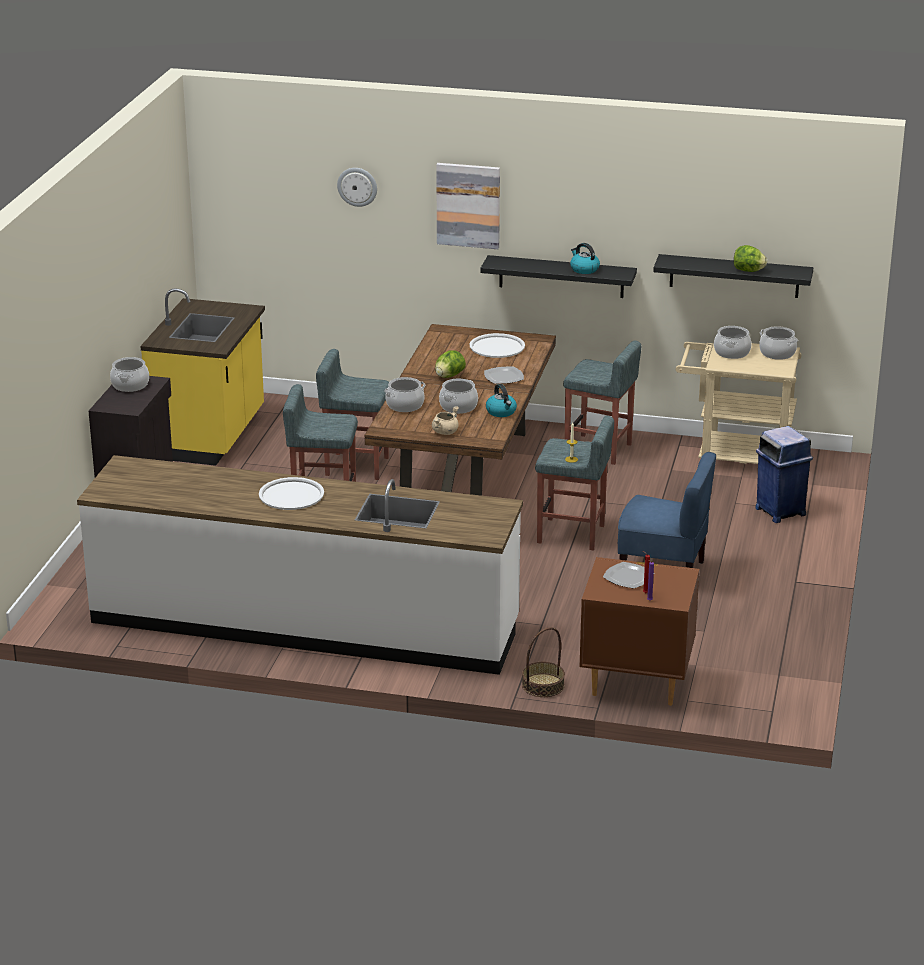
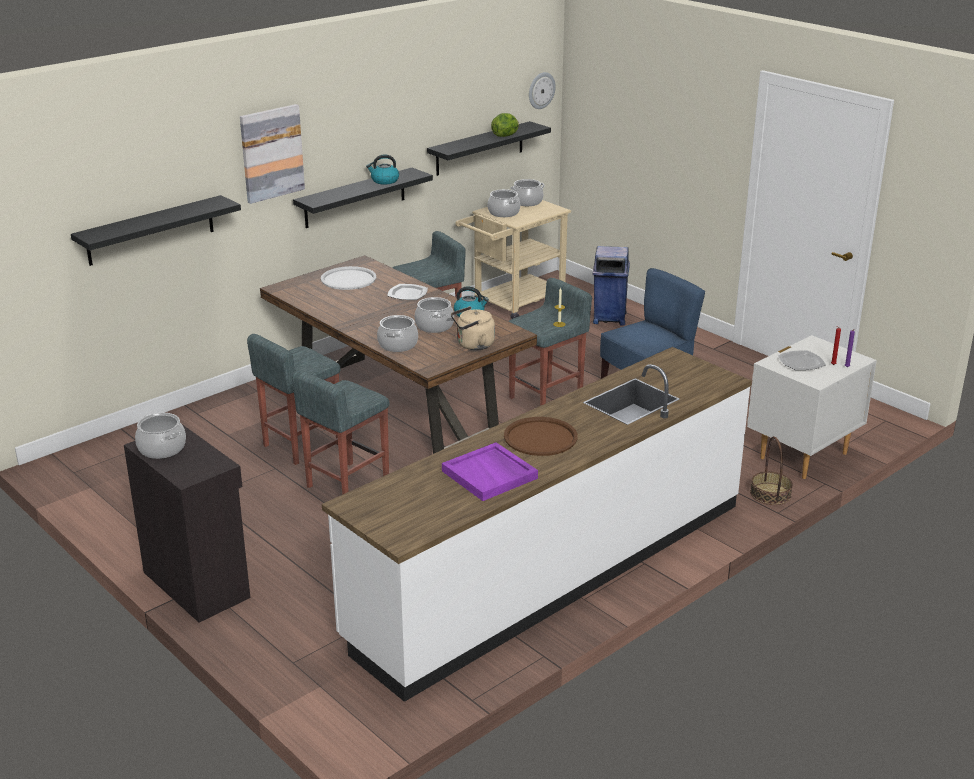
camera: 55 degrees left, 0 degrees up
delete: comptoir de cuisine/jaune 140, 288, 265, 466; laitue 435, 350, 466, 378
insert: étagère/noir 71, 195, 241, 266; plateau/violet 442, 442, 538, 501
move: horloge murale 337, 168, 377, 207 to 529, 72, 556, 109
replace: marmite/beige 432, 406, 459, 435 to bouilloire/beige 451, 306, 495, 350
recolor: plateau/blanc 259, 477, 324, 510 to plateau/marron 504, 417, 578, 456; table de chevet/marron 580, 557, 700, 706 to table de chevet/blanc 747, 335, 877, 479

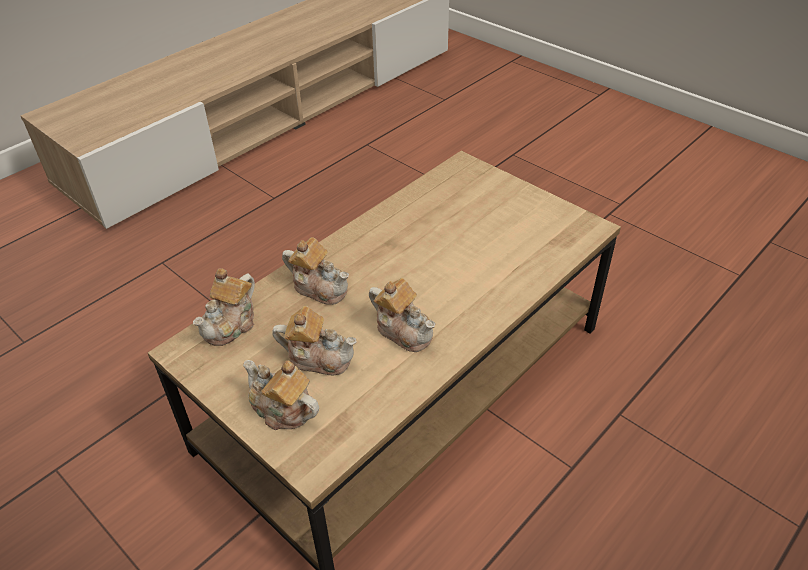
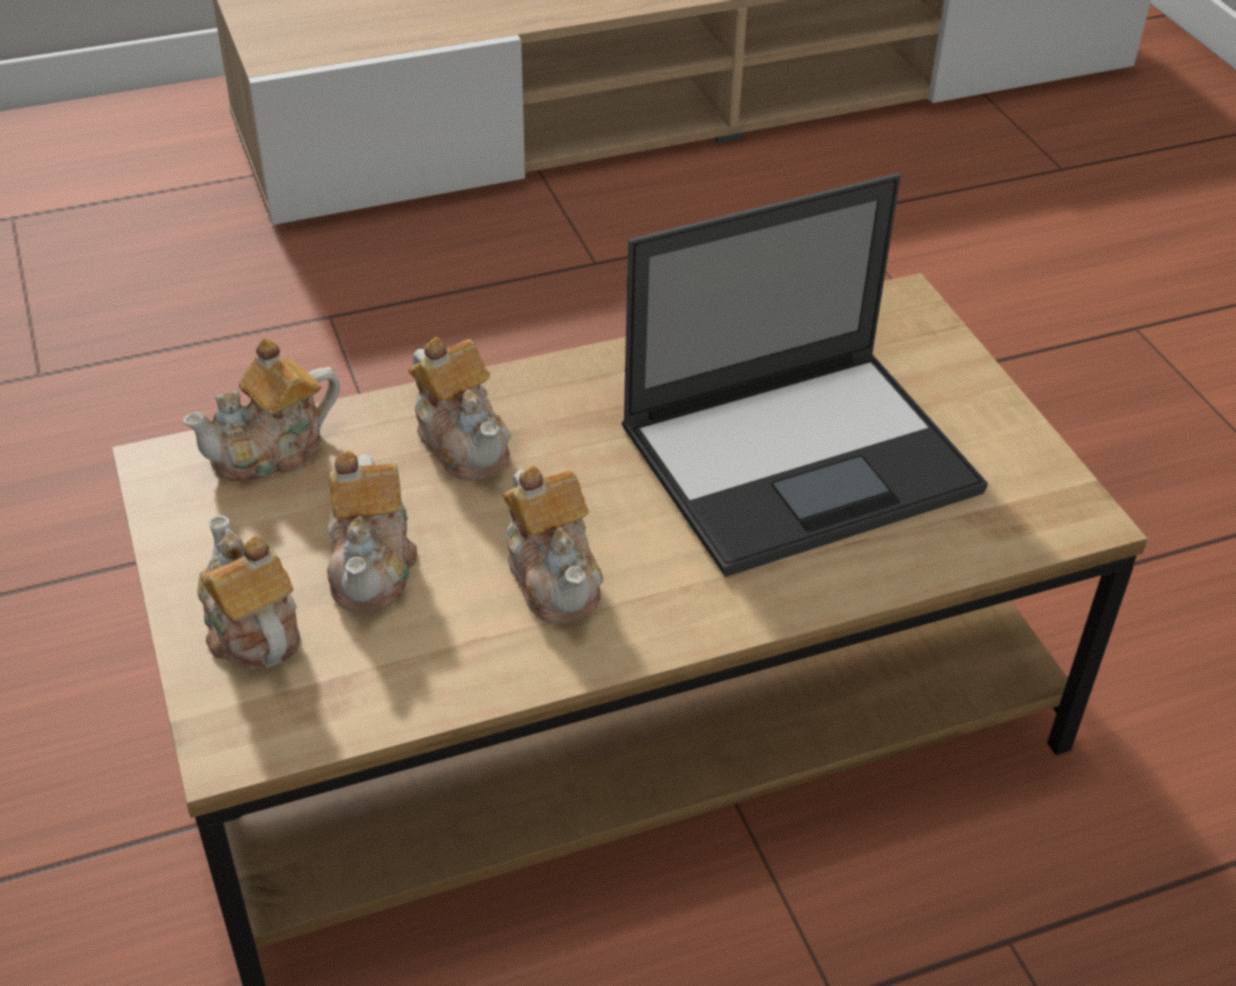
camera: 25 degrees right, 0 degrees up
insert: ordinateur portable 622, 173, 988, 577
rotate: théière 272, 306, 357, 375 = 327, 451, 417, 612 45 degrees clockwise

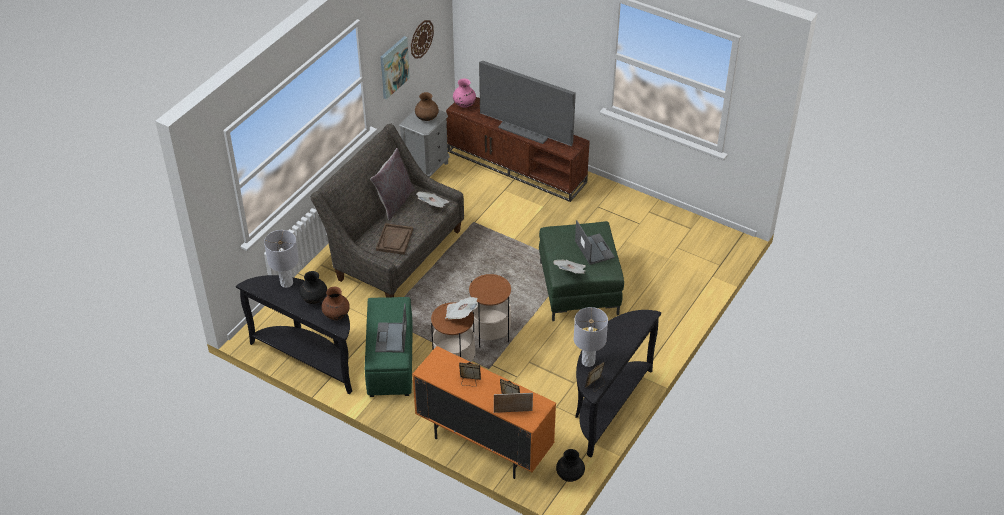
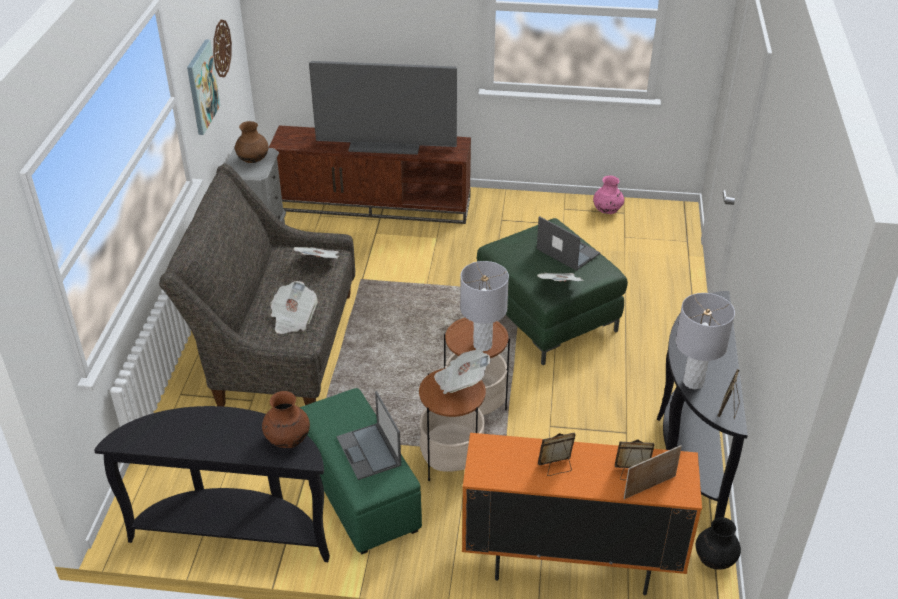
camera: 25 degrees left, 5 degrees down
delete: vase/noir 300, 271, 327, 304; coussin/gris 370, 148, 415, 220
move: lampe de table/gris 264, 230, 299, 288 to 460, 261, 509, 351; vase/rose 453, 78, 476, 108 to 593, 176, 624, 214
replace: plateau/marron 376, 223, 413, 255 to journal 270, 281, 318, 334

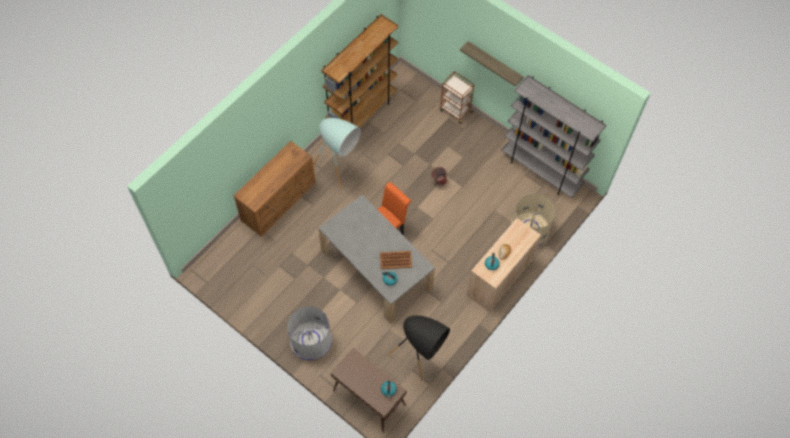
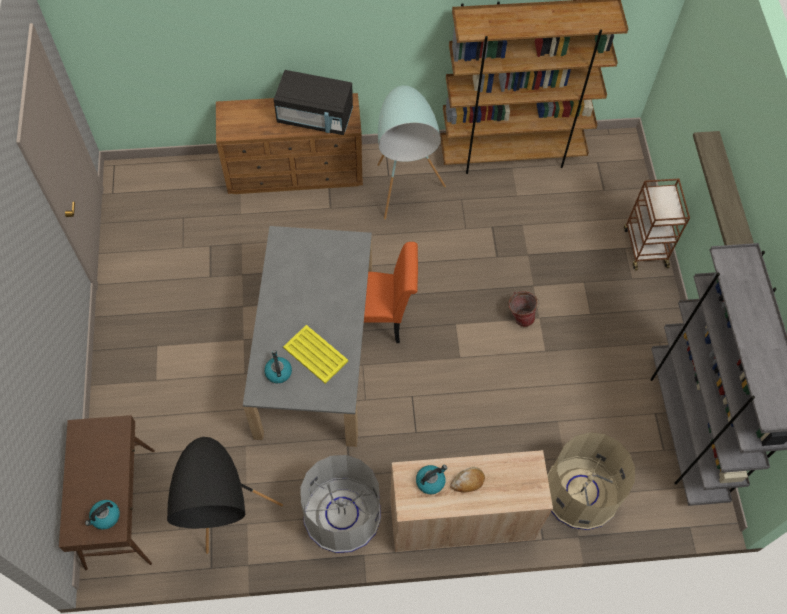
camera: 45 degrees right, 0 degrees up
insert: micro-ondes/noir 274, 70, 353, 135
move: poubelle/gris 288, 306, 332, 360 to 300, 455, 381, 553
recolor: plateau/marron 380, 251, 412, 269 to plateau/jaune 283, 325, 348, 384

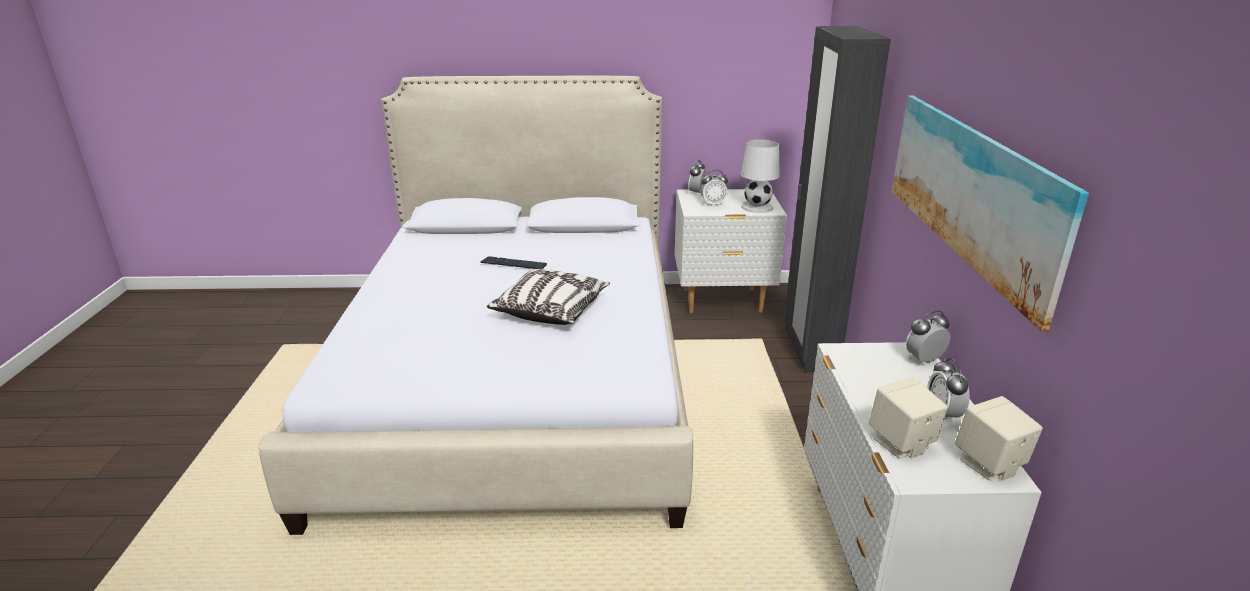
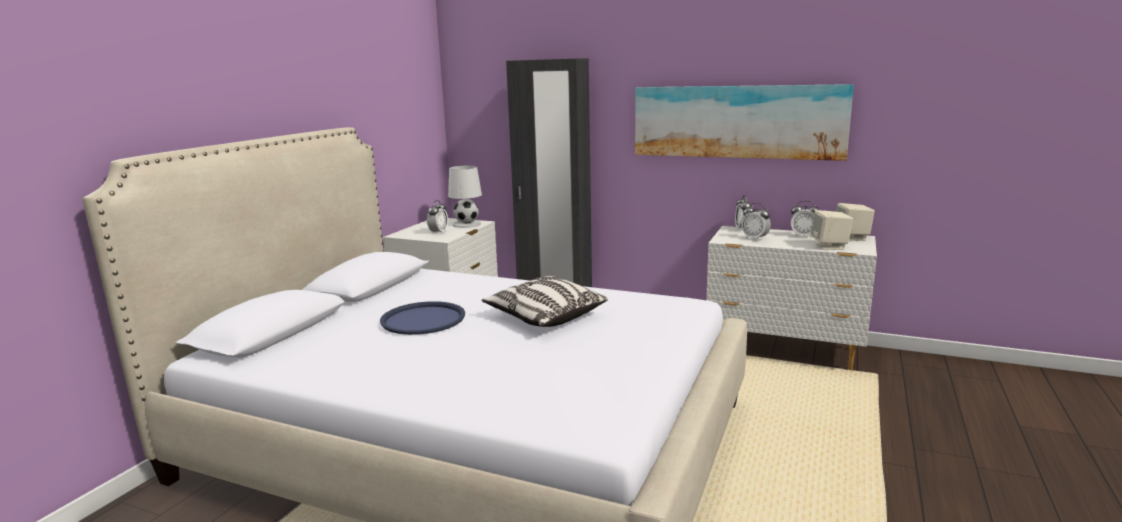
camera: 65 degrees left, 10 degrees down
move: réveil 688, 160, 706, 194 to 741, 203, 771, 241
replace: clavier 481, 256, 547, 269 to plateau/bleu 380, 301, 465, 335

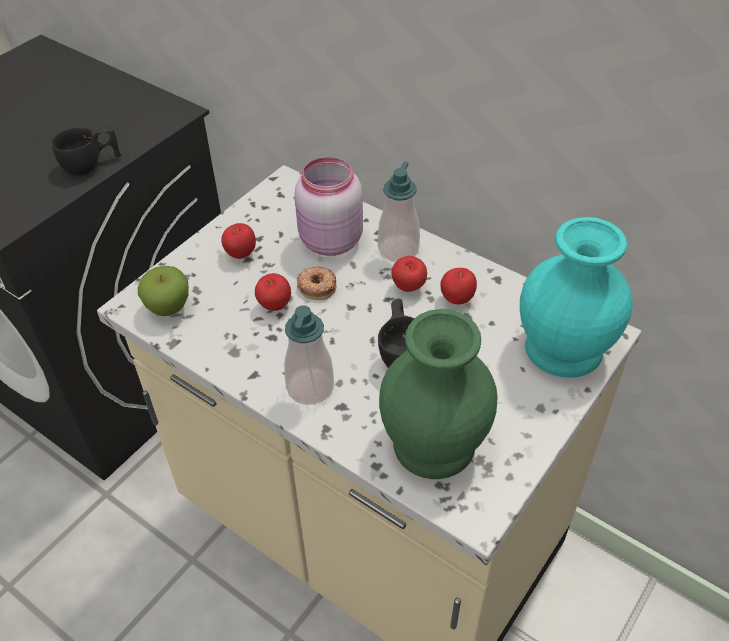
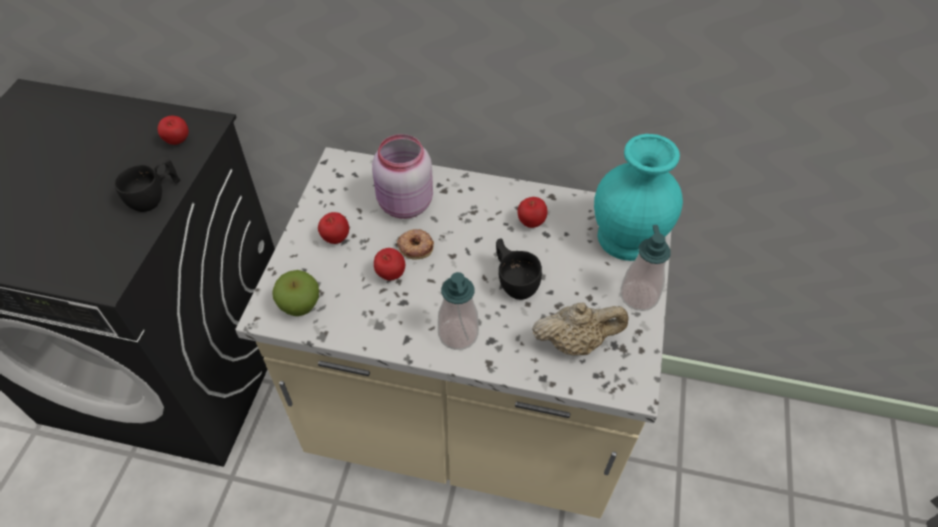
camera: 25 degrees left, 5 degrees up
move: distributeur de savon 378, 162, 420, 262 to 620, 225, 671, 311; pomme 391, 256, 427, 292 to 157, 116, 189, 145
replace: vase/vert 379, 309, 498, 479 to théière/beige 532, 302, 629, 356

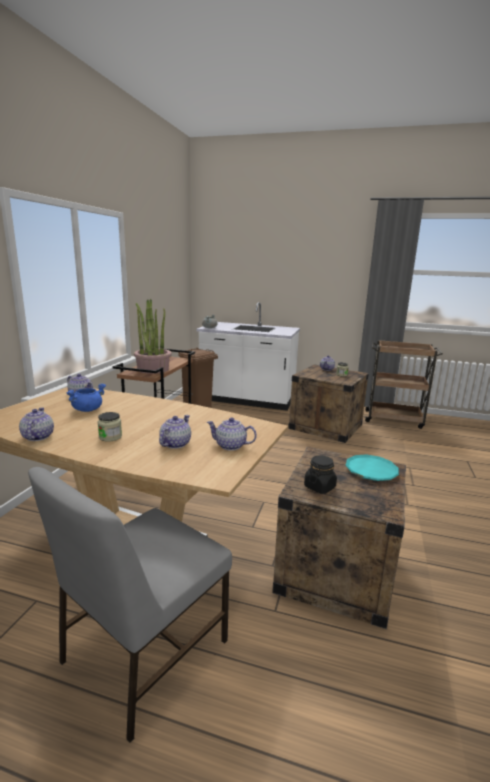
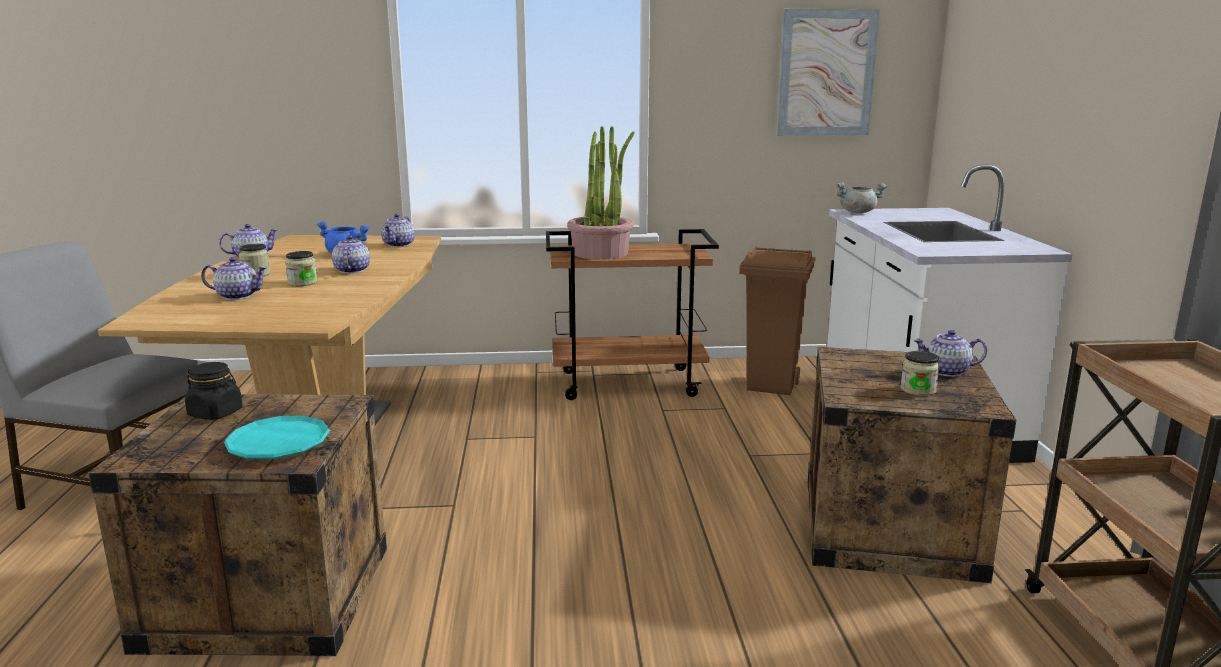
camera: 70 degrees right, 0 degrees up
insert: bocal 285, 251, 317, 286; tableau 776, 9, 880, 136
move: théière 207, 417, 257, 451 to 332, 235, 370, 273

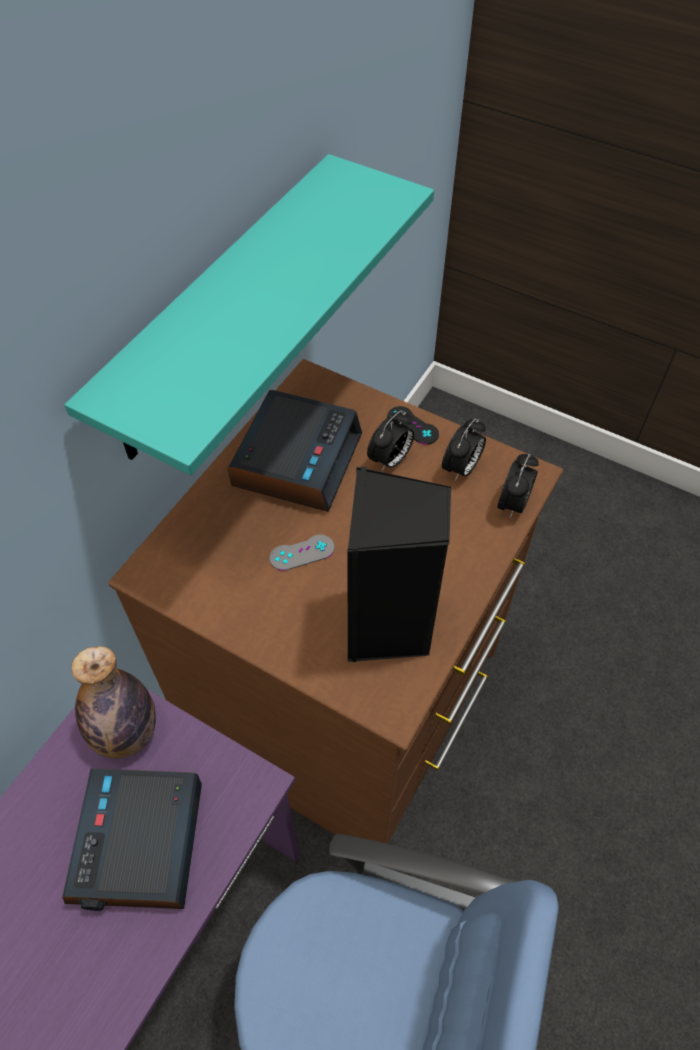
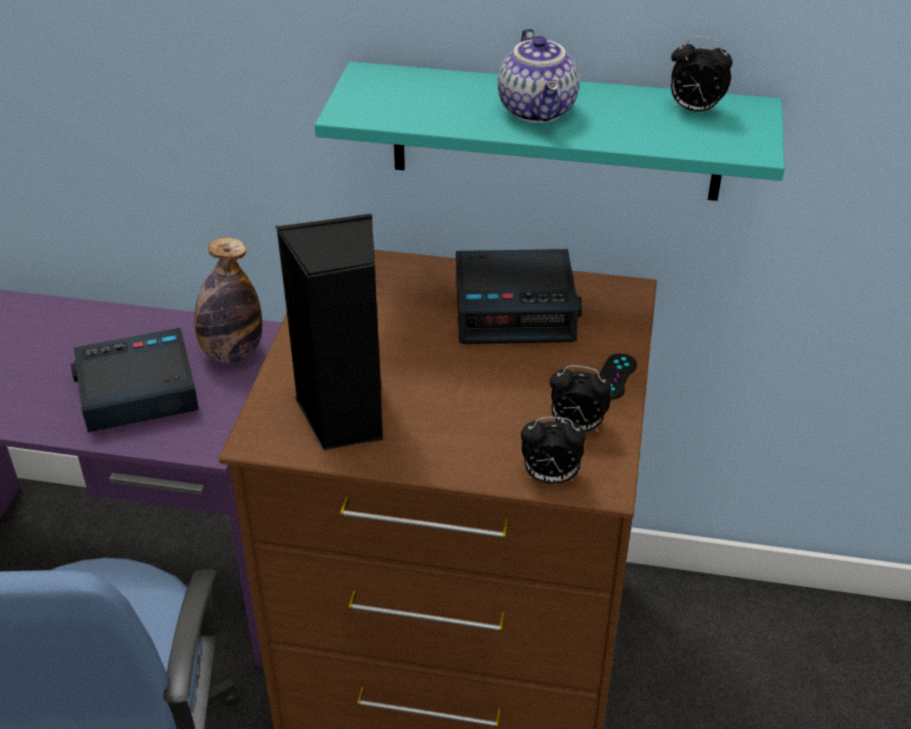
camera: 70 degrees right, 15 degrees down
delete: manette/gris 269, 535, 334, 571
insert: théière 498, 28, 579, 123
move: réveil 367, 411, 414, 471 to 671, 36, 733, 115

